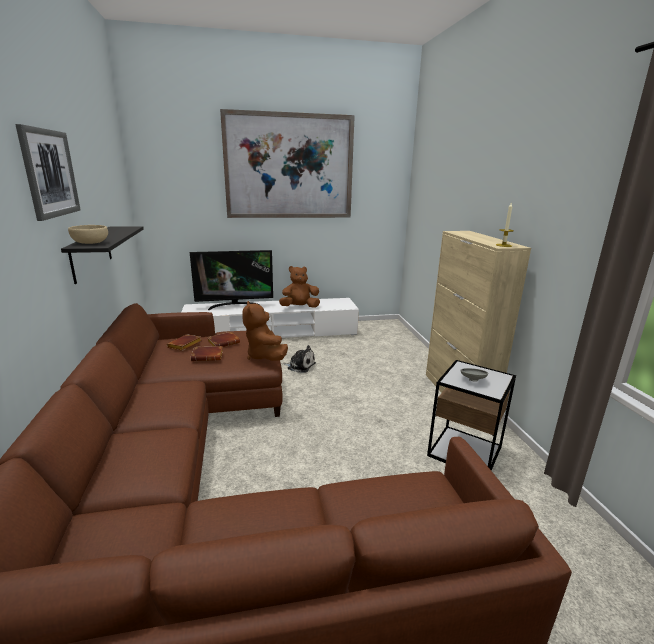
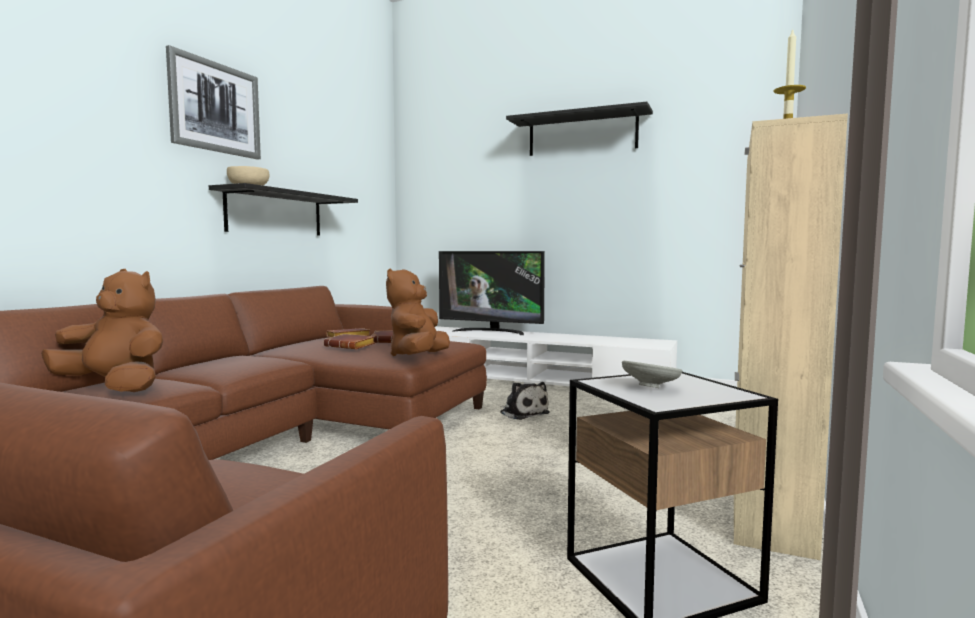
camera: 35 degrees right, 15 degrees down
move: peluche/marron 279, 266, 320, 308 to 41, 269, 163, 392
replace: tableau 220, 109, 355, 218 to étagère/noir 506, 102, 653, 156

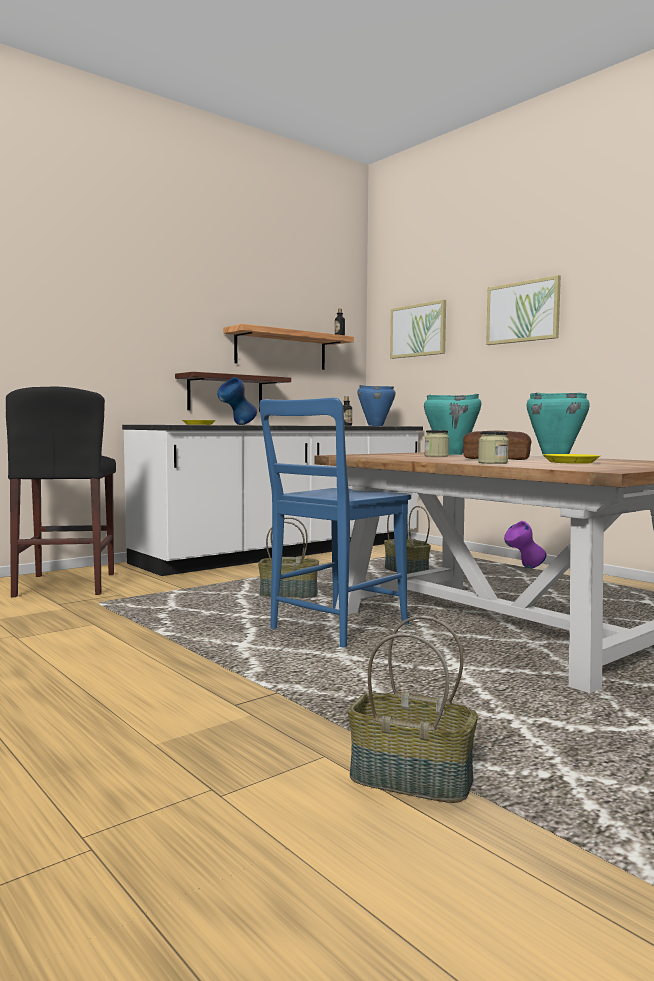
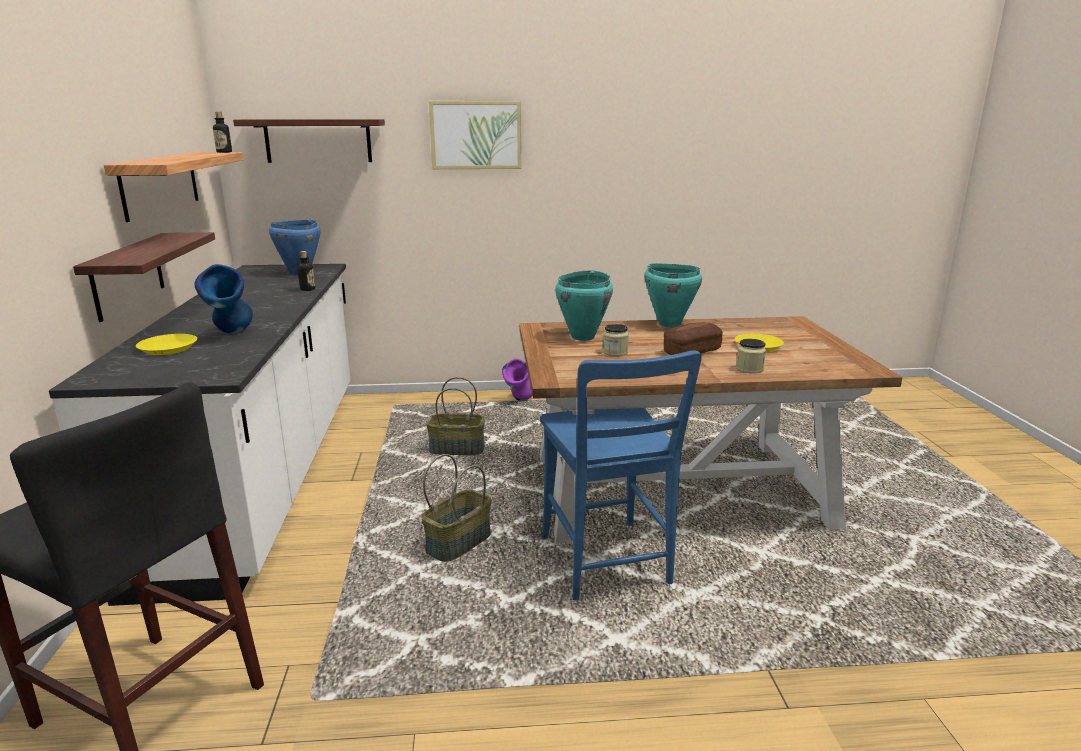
camera: 55 degrees left, 15 degrees up
delete: panier 348, 616, 478, 803
replace: tableau 390, 300, 446, 359 to étagère 233, 119, 385, 163

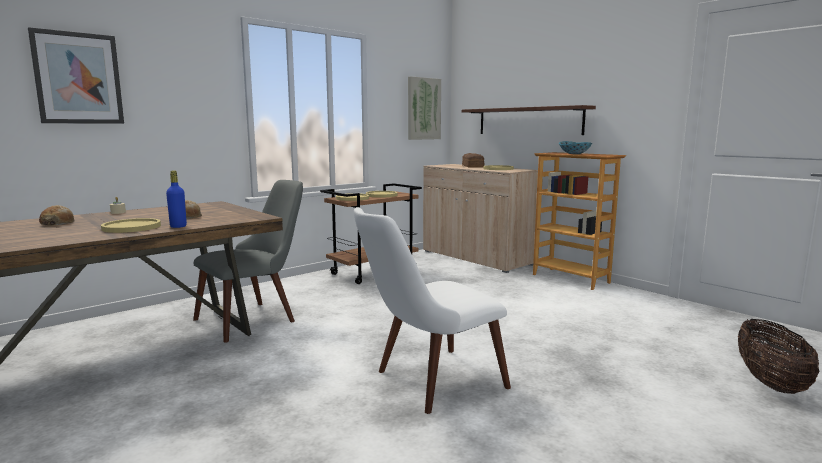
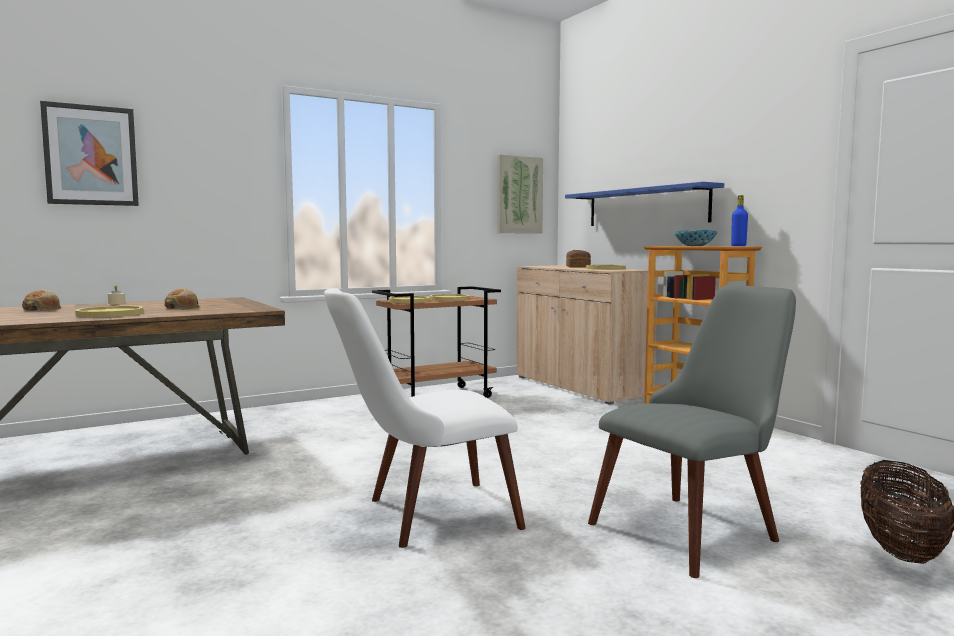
camera: 10 degrees right, 5 degrees down
move: bouteille/bleu 166, 171, 187, 228 to 731, 195, 748, 246; chaise/gris 193, 180, 303, 343 to 588, 285, 796, 578
recolor: étagère/marron 462, 105, 596, 135 to étagère/bleu 565, 182, 724, 226

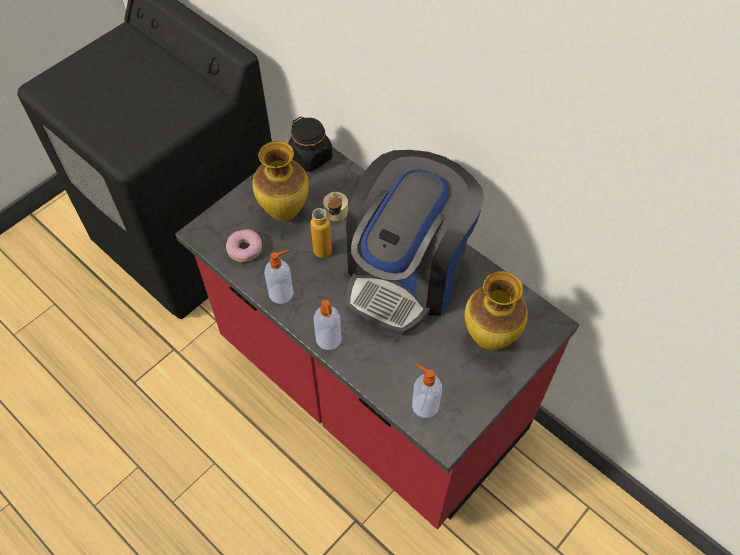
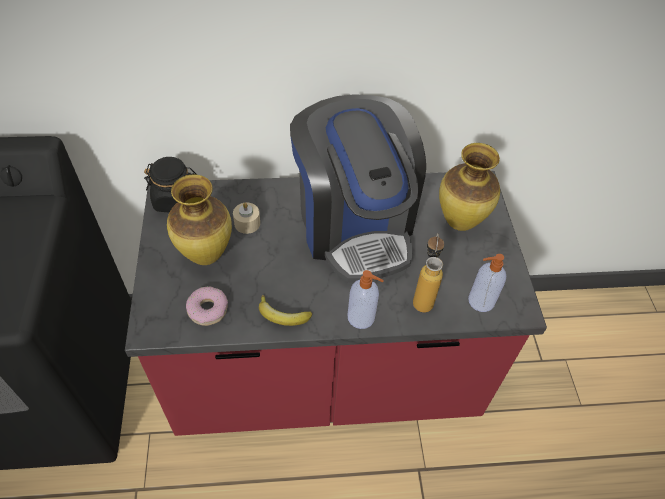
camera: 50 degrees left, 5 degrees down
move: bouteille 310, 195, 342, 258 to 413, 233, 444, 312
replace: distributeur de savon 264, 250, 294, 304 to banane 259, 295, 312, 326

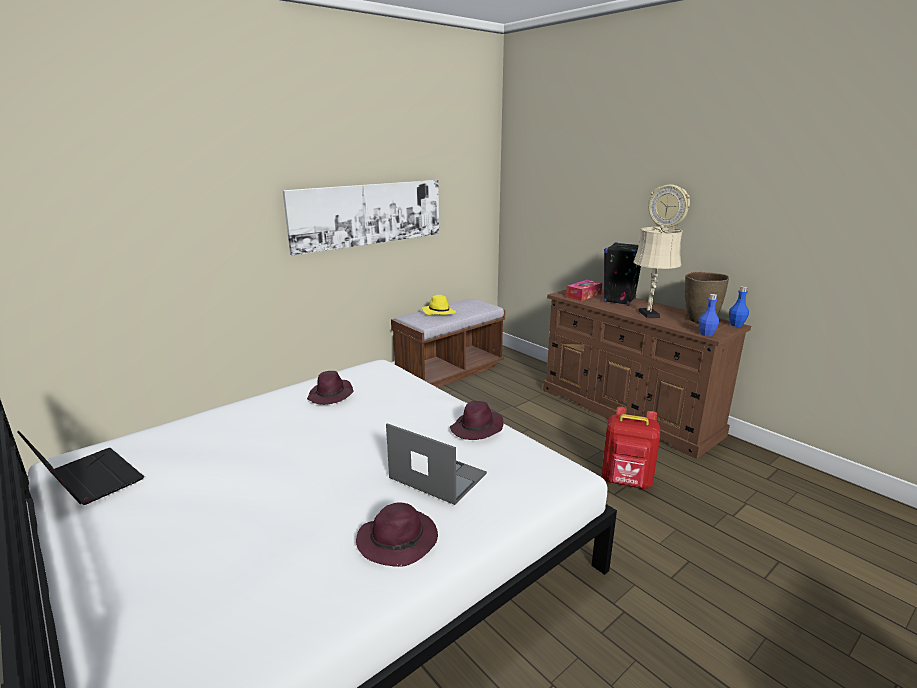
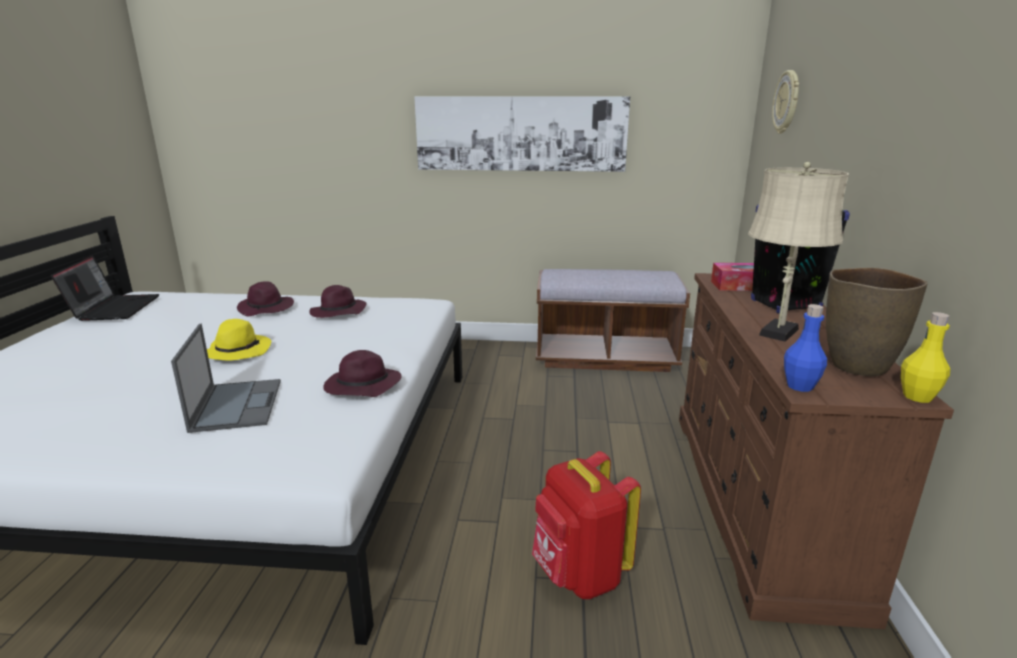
camera: 45 degrees right, 0 degrees up
move: chapeau/violet 356, 502, 438, 567 to 237, 281, 294, 316; chapeau/jaune 422, 295, 456, 315 to 207, 319, 271, 361; horloge murale 648, 185, 690, 228 to 772, 70, 799, 134
recolor: bouteille/bleu 729, 286, 749, 327 to bouteille/jaune 901, 312, 950, 403

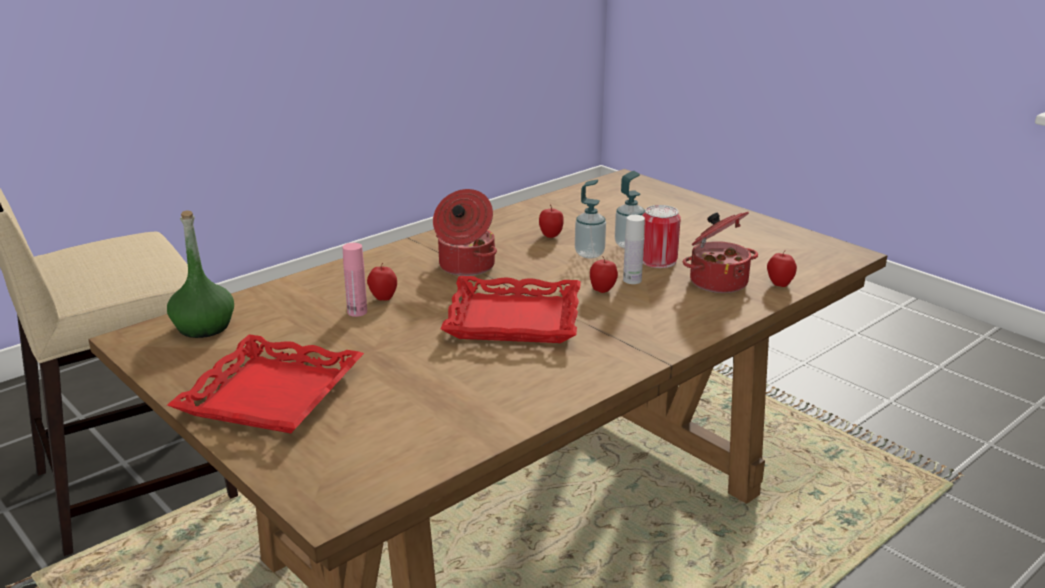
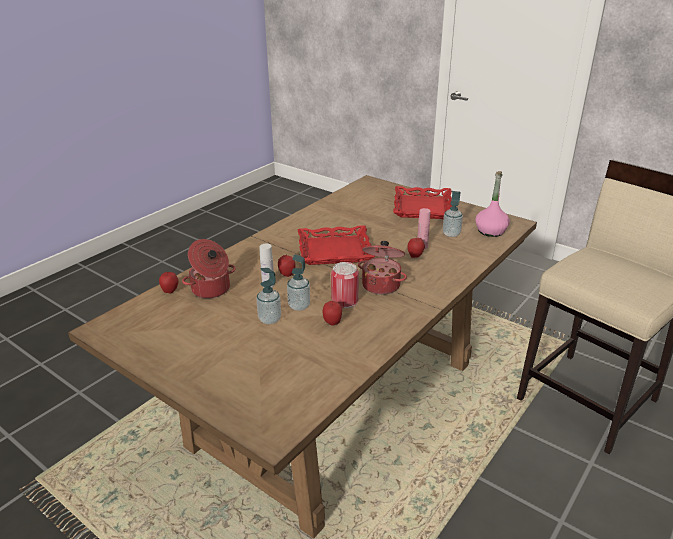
camera: 170 degrees right, 5 degrees up
insert: distributeur de savon 443, 191, 463, 237
move: boîte métallique 642, 205, 681, 268 to 331, 262, 359, 308
recolor: bouteille/vert 167, 210, 234, 338 to bouteille/rose 475, 171, 510, 237

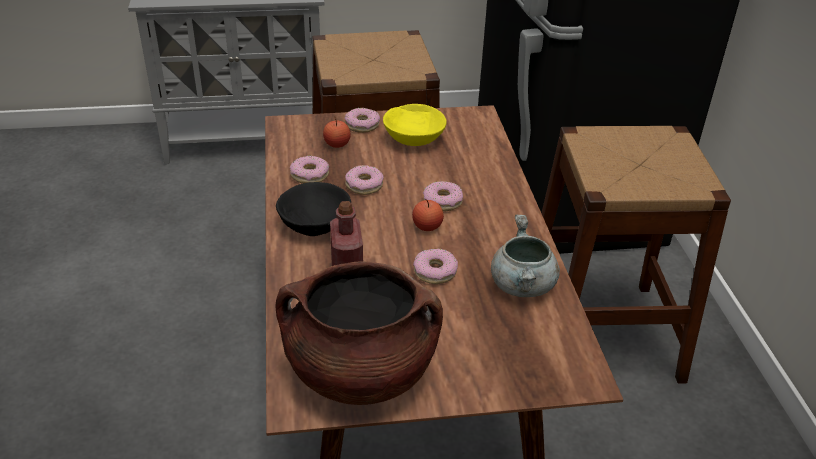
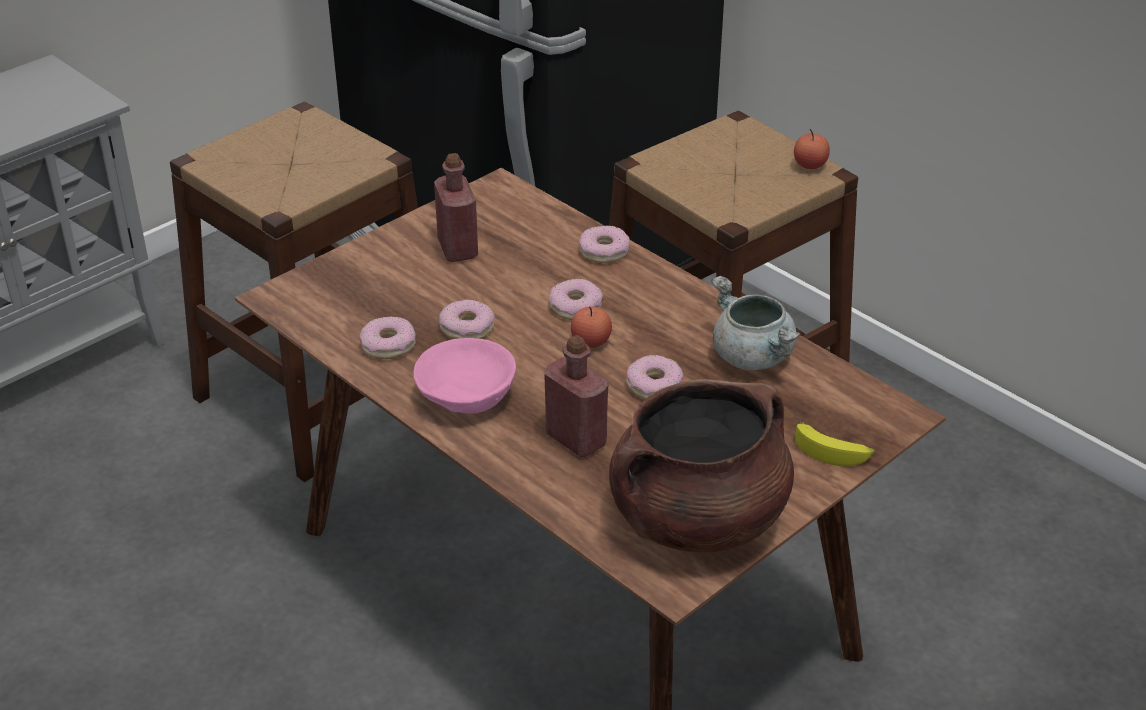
camera: 35 degrees left, 0 degrees up
insert: banane 795, 421, 875, 466
move: pomme 323, 117, 350, 148 to 794, 129, 830, 169; beignet 344, 108, 380, 133 to 579, 226, 630, 263
replace: bol/jaune 383, 104, 447, 146 to bouteille/rouge 434, 153, 478, 262
recolor: bol/noir 276, 182, 351, 236 to bol/rose 414, 338, 516, 414

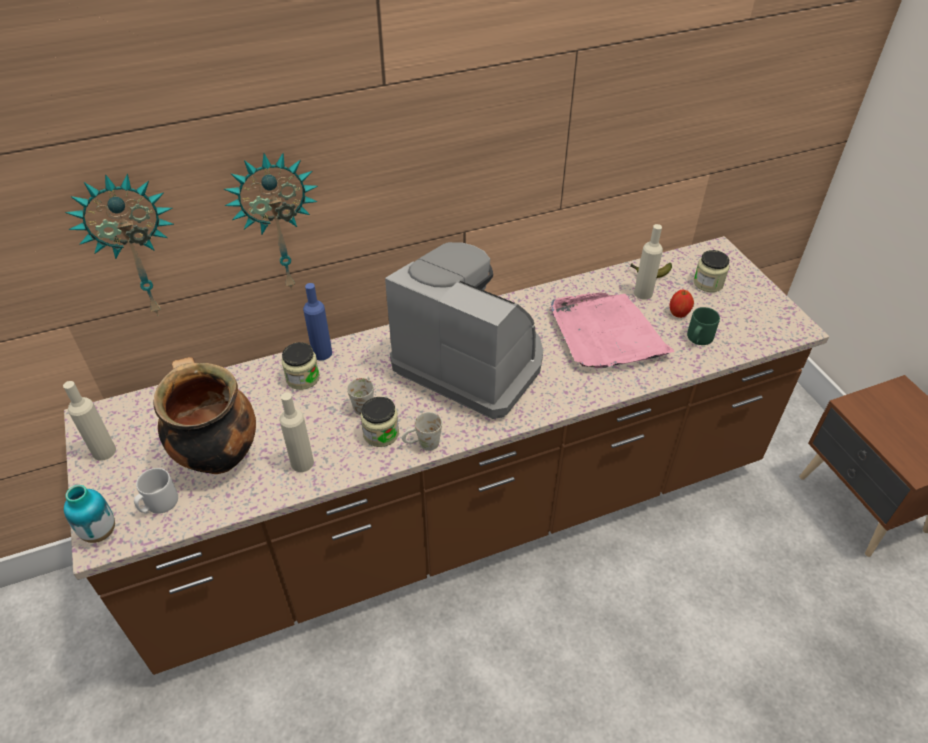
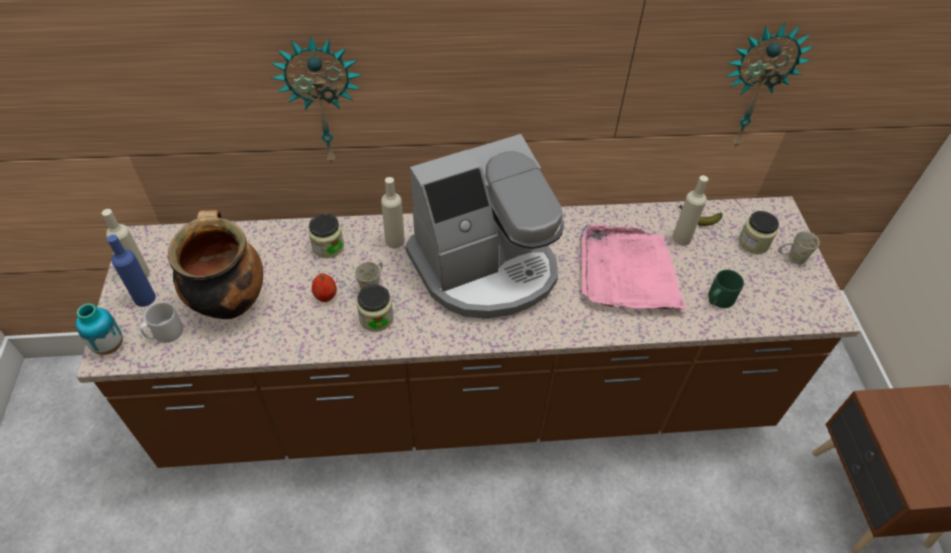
camera: 15 degrees right, 5 degrees up
move: horloge murale 65, 174, 174, 316 to 726, 23, 814, 149; bouteille/beige 279, 392, 314, 472 to 381, 177, 405, 248; bouteille/bleu 303, 283, 332, 360 to 107, 235, 156, 307; mug/blanc 402, 412, 442, 451 to 778, 231, 820, 264; pomme 670, 290, 694, 318 to 312, 274, 337, 302
rotate: machine à café 385, 242, 543, 419 = 406, 134, 564, 318 105 degrees clockwise

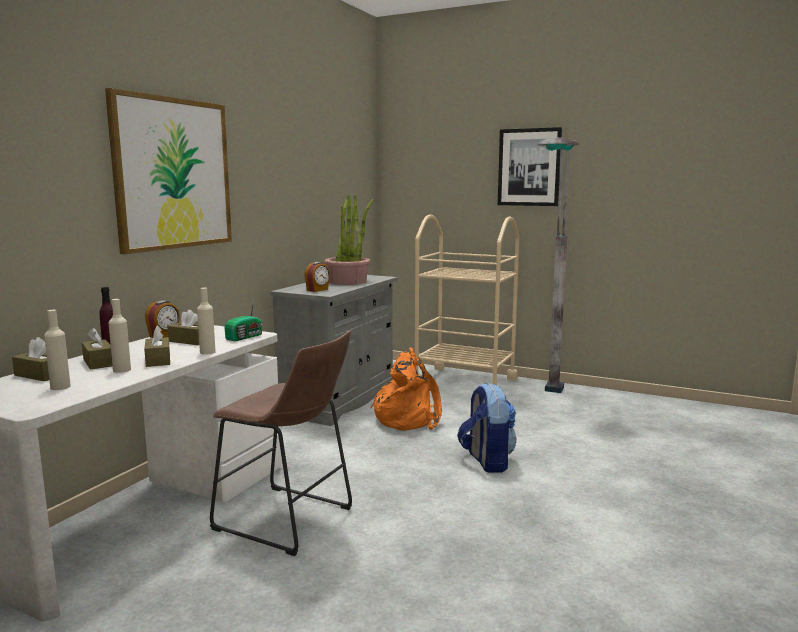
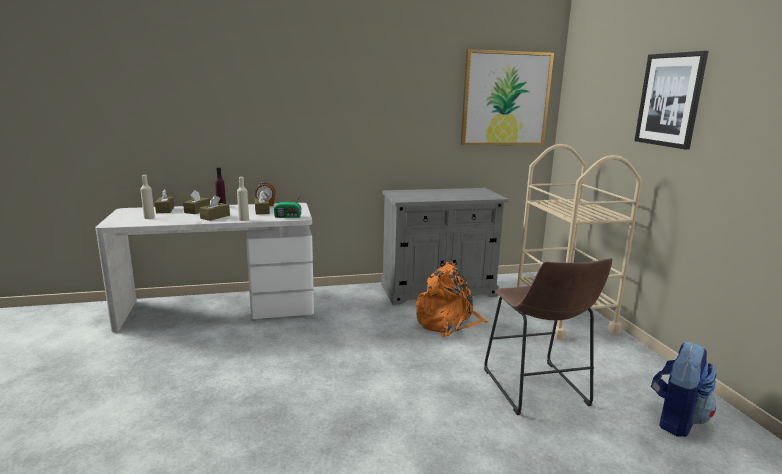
camera: 50 degrees right, 5 degrees up
delete: bouteille/beige 109, 299, 131, 373; réveil 304, 262, 330, 292; plante en pot 324, 194, 374, 285; lampadaire/gris 537, 137, 579, 393
move: tableau 105, 88, 232, 254 to 461, 49, 554, 145; tabouret/marron 210, 330, 352, 556 to 484, 258, 613, 415; sac à dos 457, 383, 516, 473 to 651, 342, 717, 437

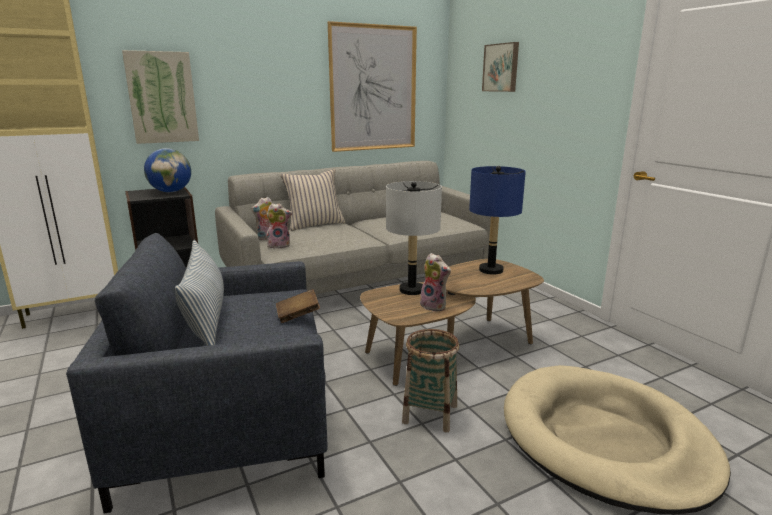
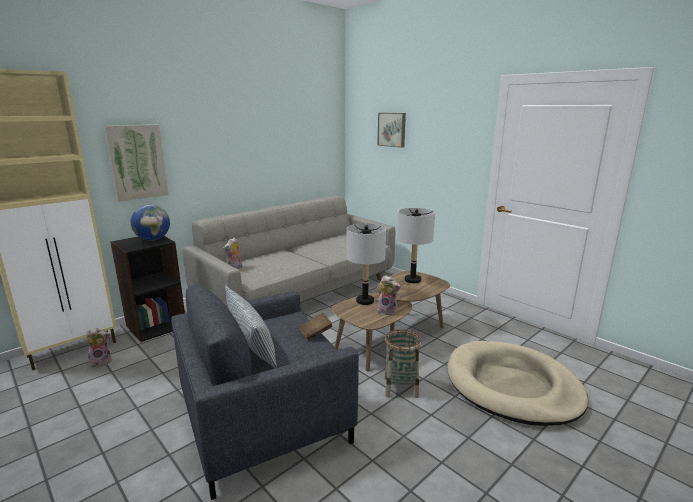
camera: 15 degrees left, 0 degrees up
delete: coussin/beige 280, 169, 346, 231; tableau 328, 21, 417, 152
move: peluche 267, 203, 292, 248 to 85, 328, 112, 367
recolor: lampe de table/bleu 469, 166, 526, 275 to lampe de table/gris 397, 208, 435, 283

